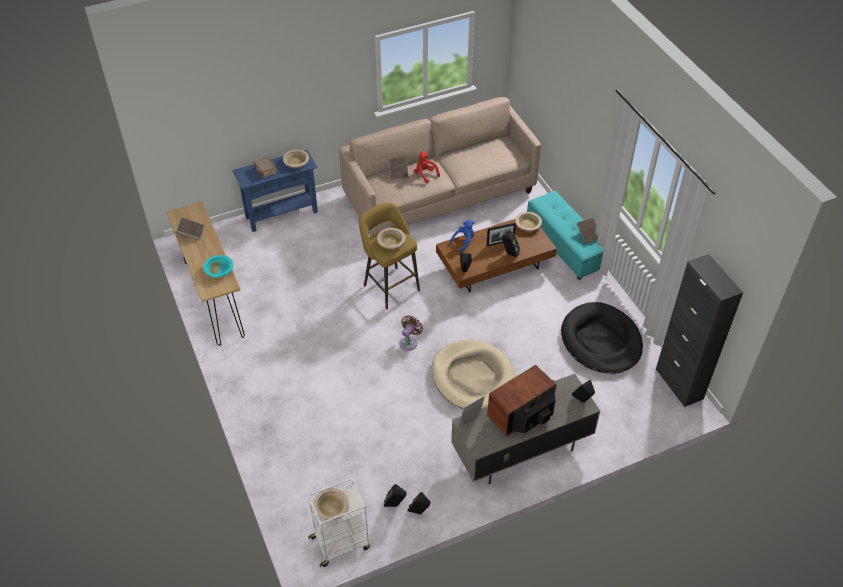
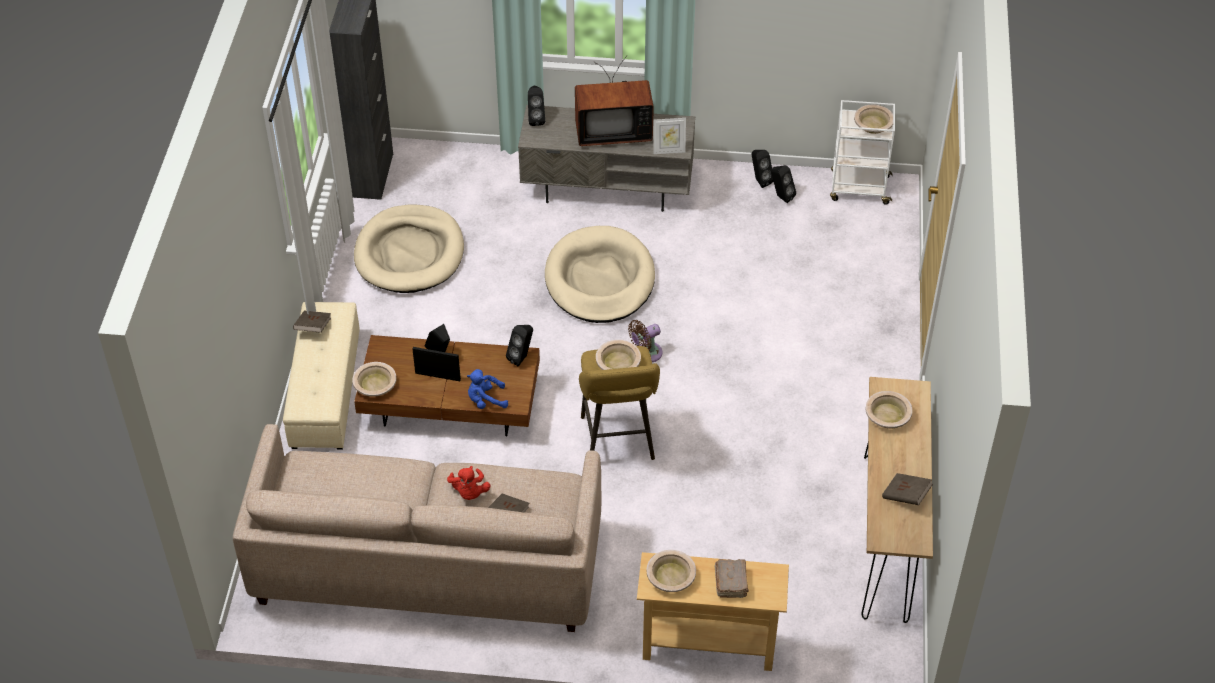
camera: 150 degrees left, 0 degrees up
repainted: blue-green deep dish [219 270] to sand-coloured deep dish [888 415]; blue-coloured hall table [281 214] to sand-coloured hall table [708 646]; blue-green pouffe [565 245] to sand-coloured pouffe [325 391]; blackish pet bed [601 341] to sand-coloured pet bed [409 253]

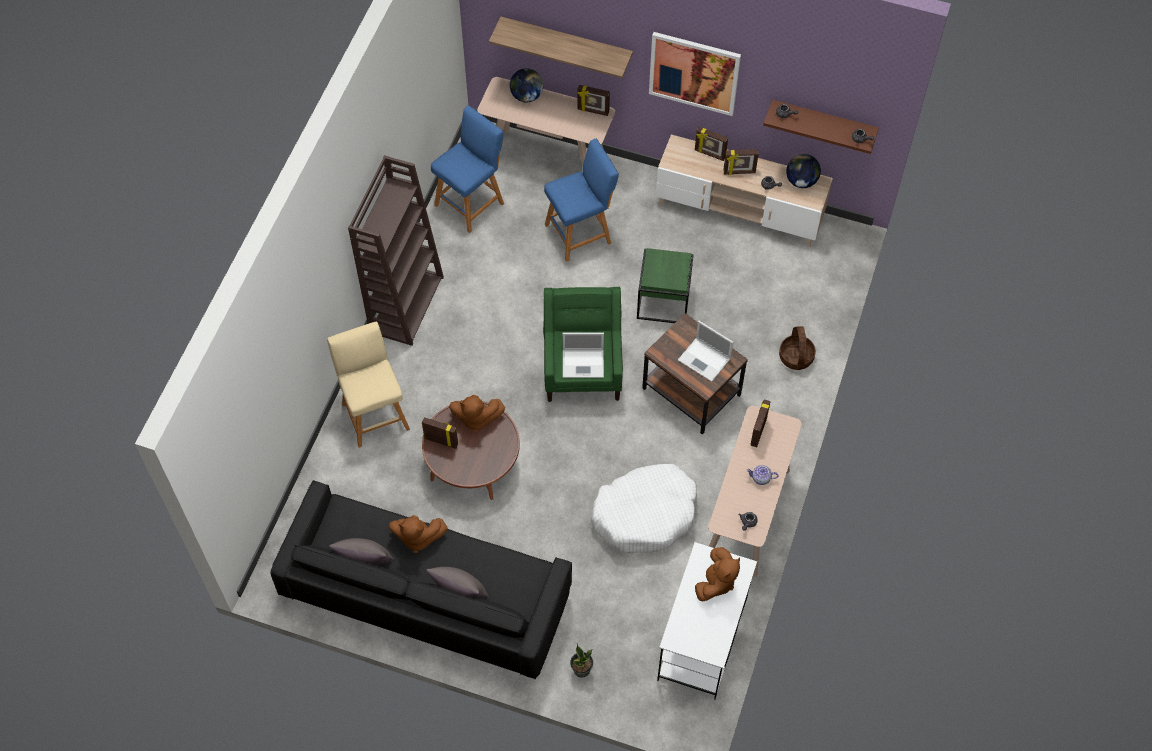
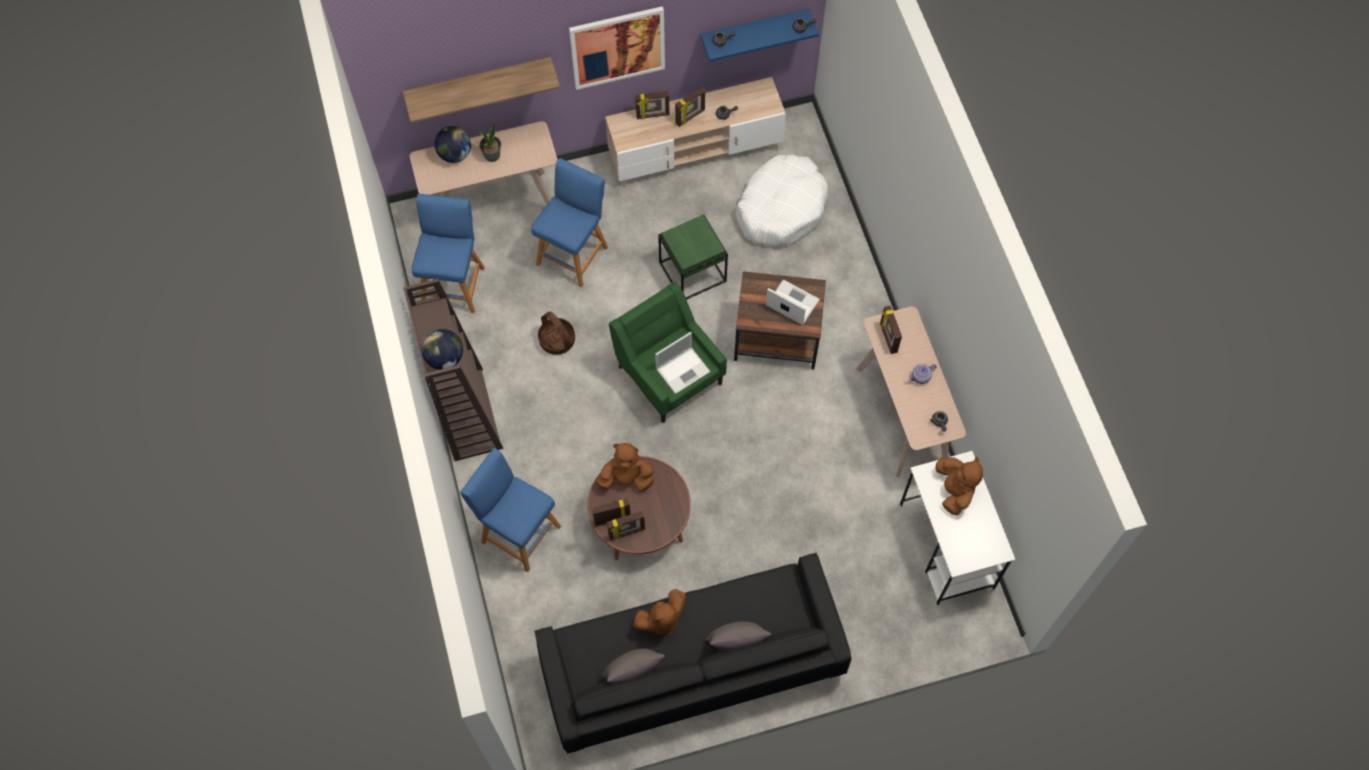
camera: 35 degrees left, 5 degrees up
shifted: potted plant [581 670] to [492 155]; picture frame [593 111] to [627 532]; white-coloured pet bed [645 514] to [781 208]; basket [795 356] to [557 340]; world globe [801 181] to [445 358]
repainted: sand-coloured sitting stool [374 413] to blue-coloured sitting stool [518 532]; brown shelf [823 122] to blue-coloured shelf [754 30]
rotated: brown plush toy [476 418] = [626 479] 150 degrees counterclockwise; portable computer [705 360] = [791 302] 150 degrees counterclockwise

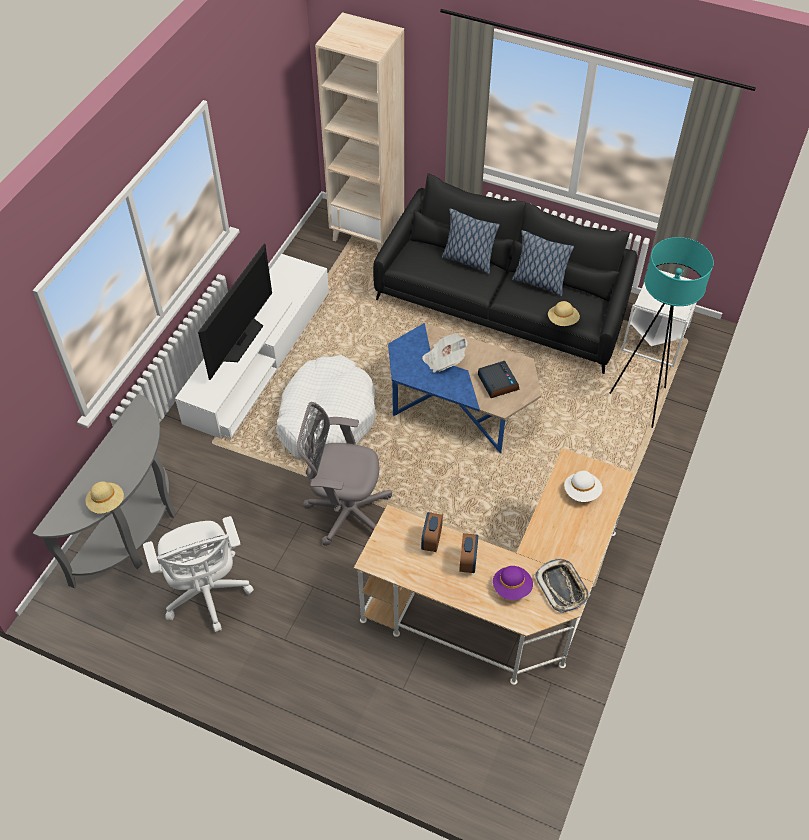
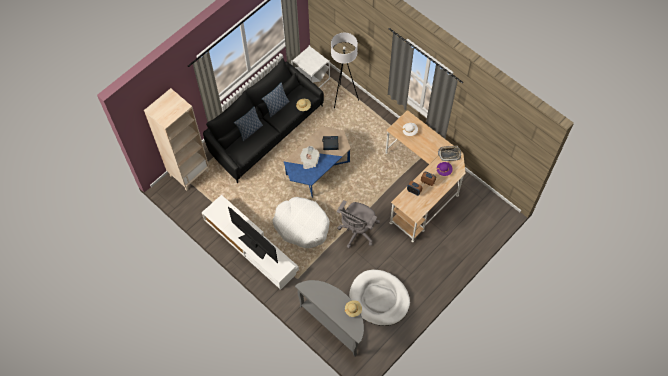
camera: 70 degrees left, 10 degrees up
swapped: white-coloured desk chair [207 594] to white-coloured pet bed [379 299]
repainted: blue-green standing lamp [641 402] to white-coloured standing lamp [343 98]

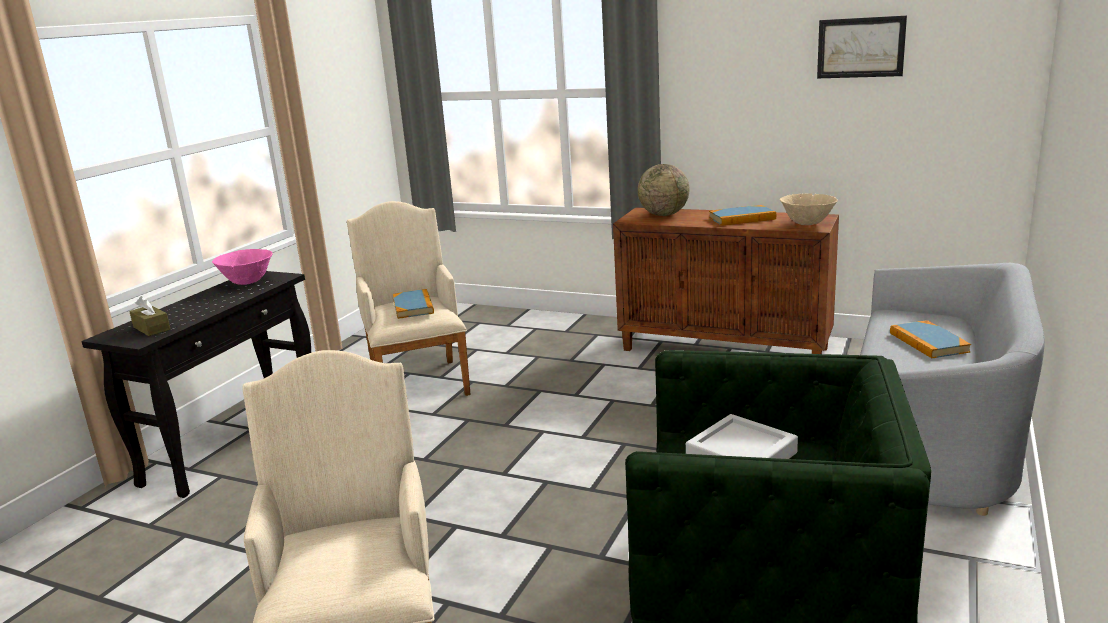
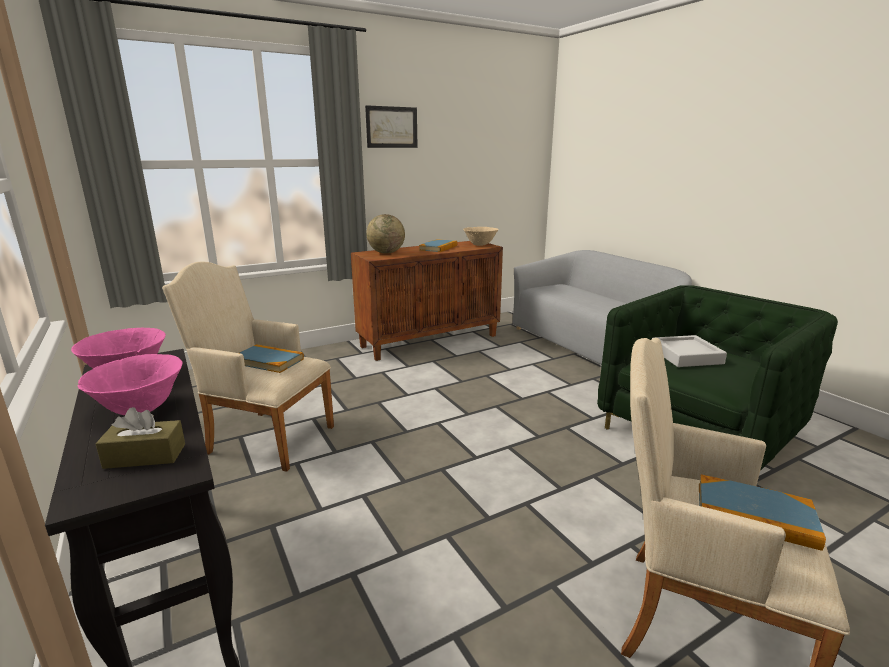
camera: 55 degrees left, 0 degrees up
new: pinkish deep dish [140 410]
shifted: wall art [860 47] to [392 127]; volume [928 342] to [754 515]

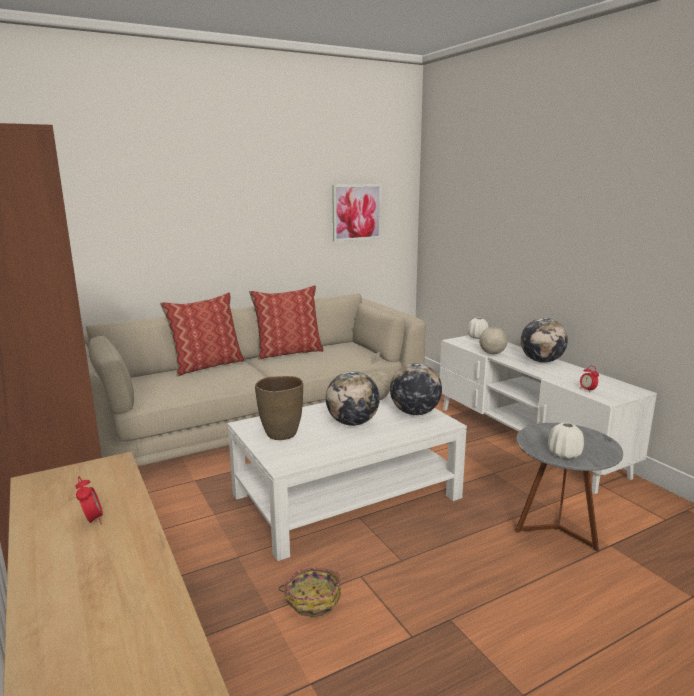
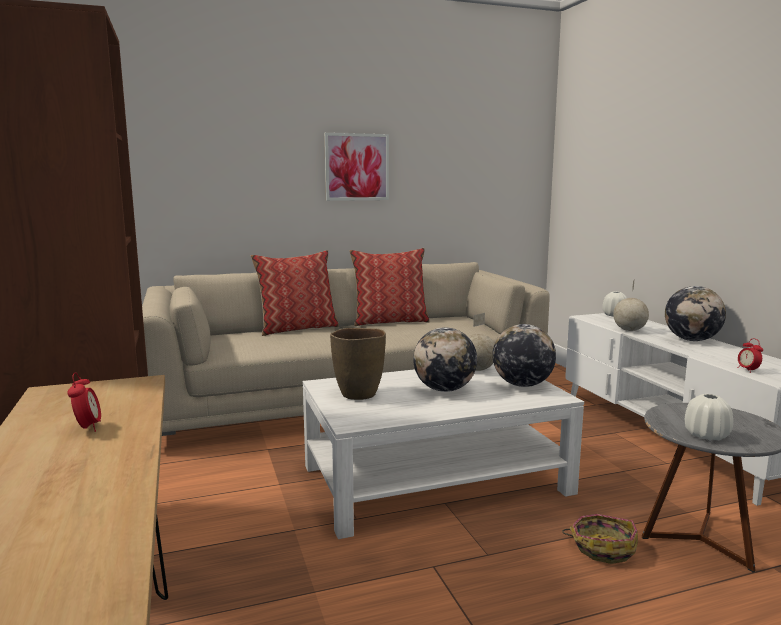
camera: 10 degrees right, 5 degrees down
shifted: basket [312 599] to [602 547]; wall art [356 212] to [356 167]

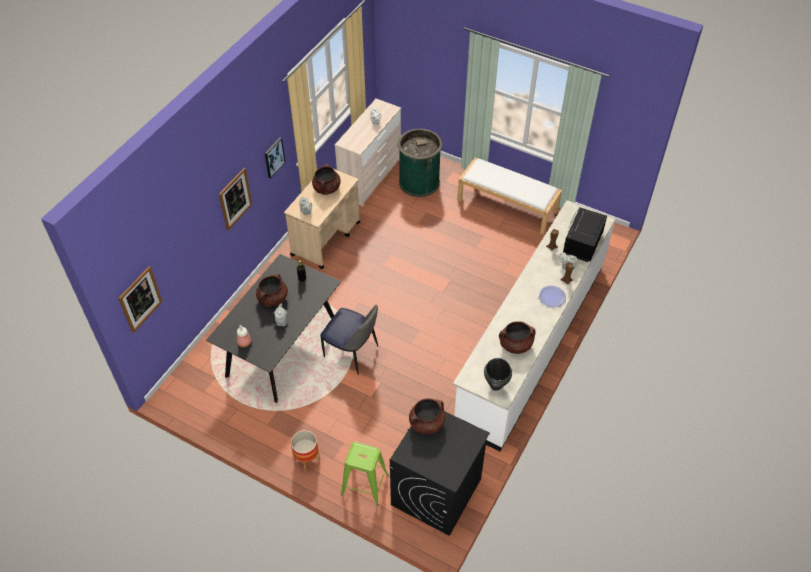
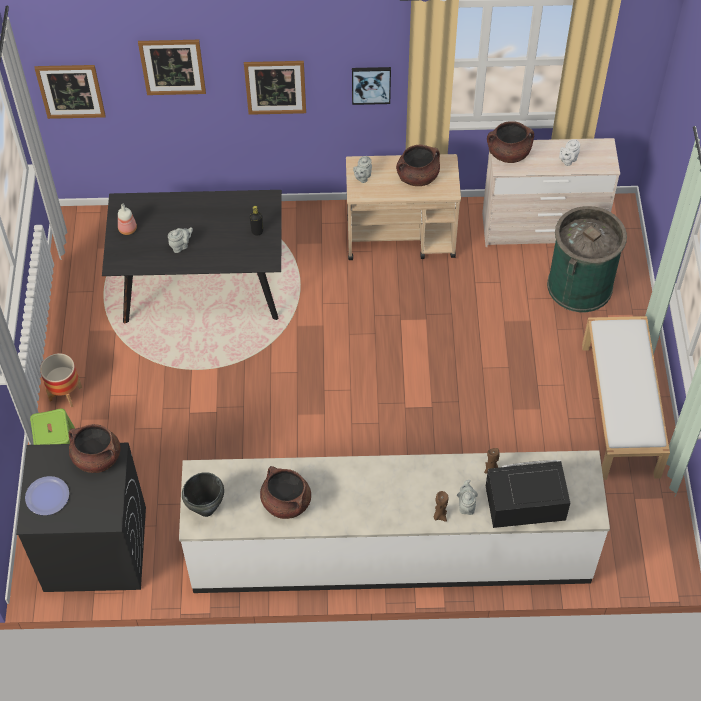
camera: 60 degrees right, 5 degrees up
gone: chair [352 353]
new: wall art [172 66]
shifted: brown cooking pot [273 299] to [508 153]; flat dish [552 297] to [47 496]

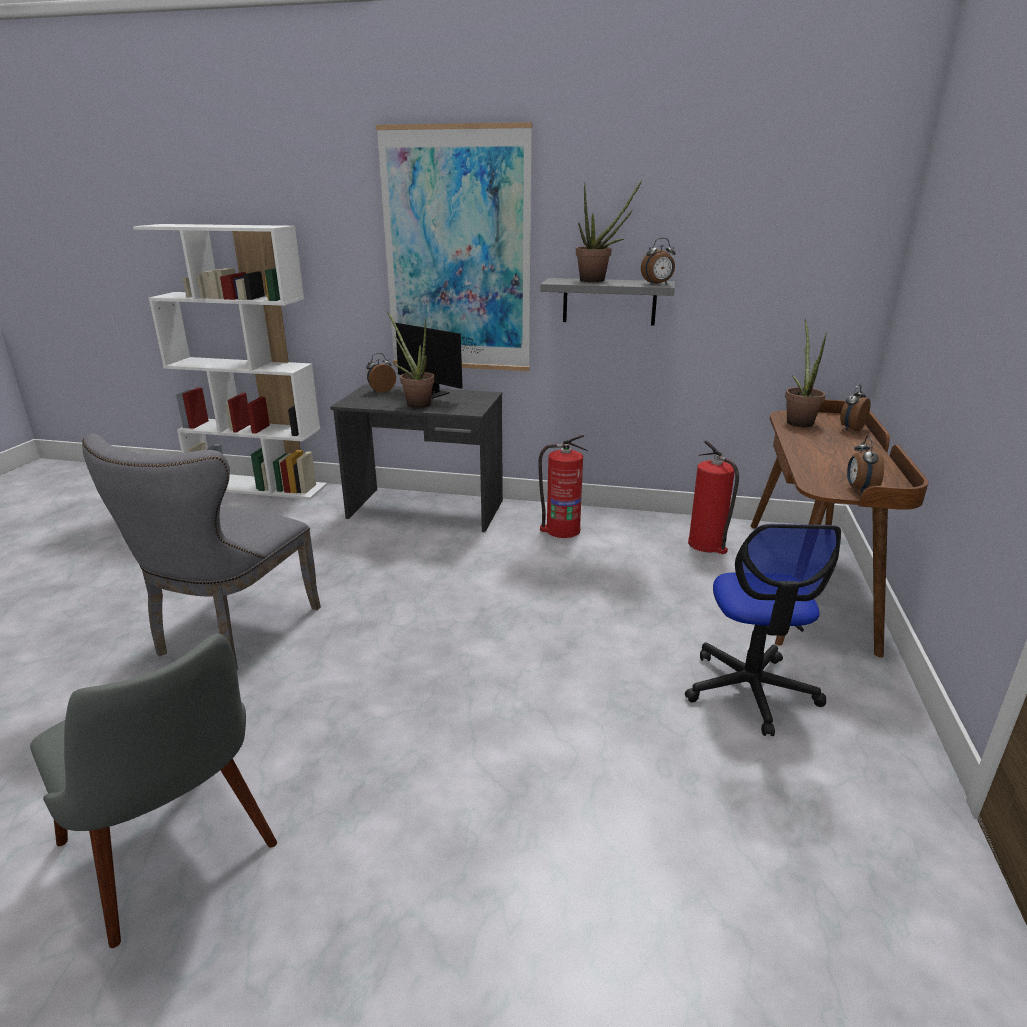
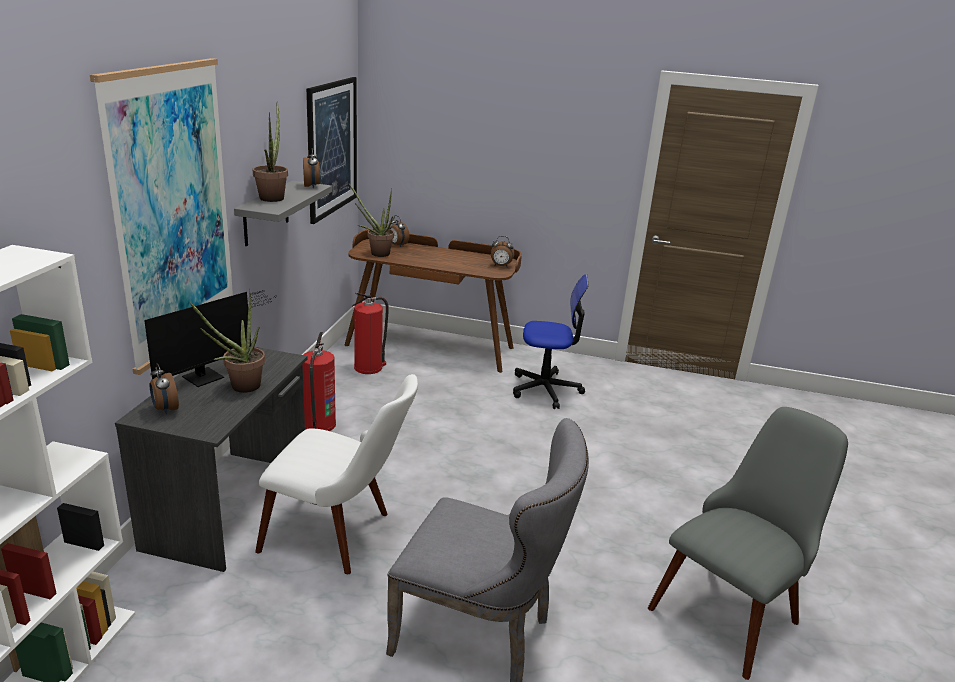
camera: 90 degrees left, 0 degrees up
new: white-coloured chair [341 534]; wall art [332 148]

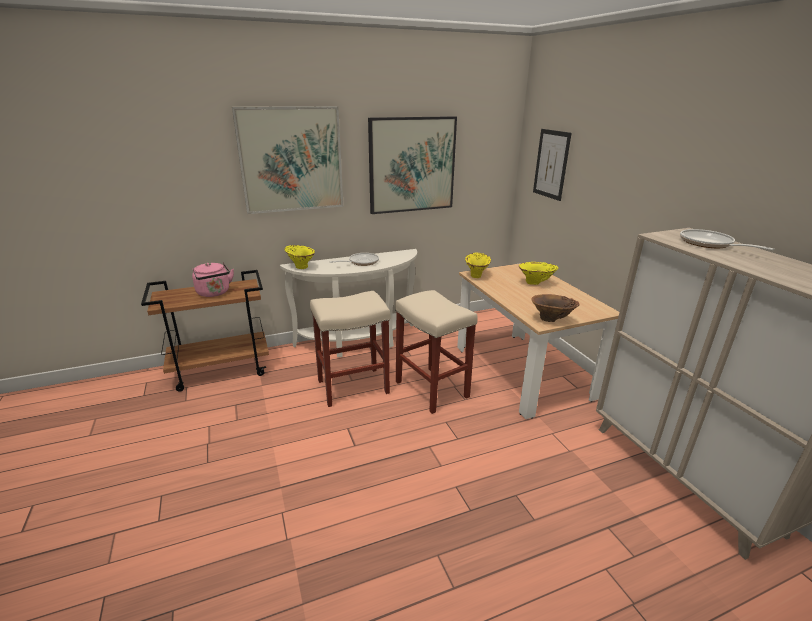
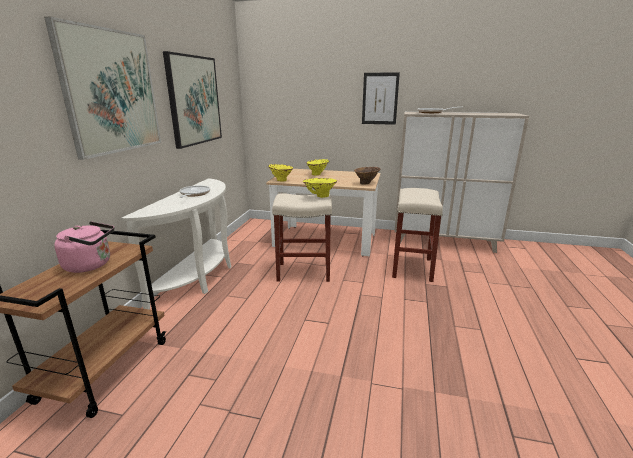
camera: 55 degrees left, 5 degrees down
shifted: yellow vase [300 266] to [319 196]; sand-coloured sitting stool [354 386] to [411 267]; wall art [551 164] to [380 99]

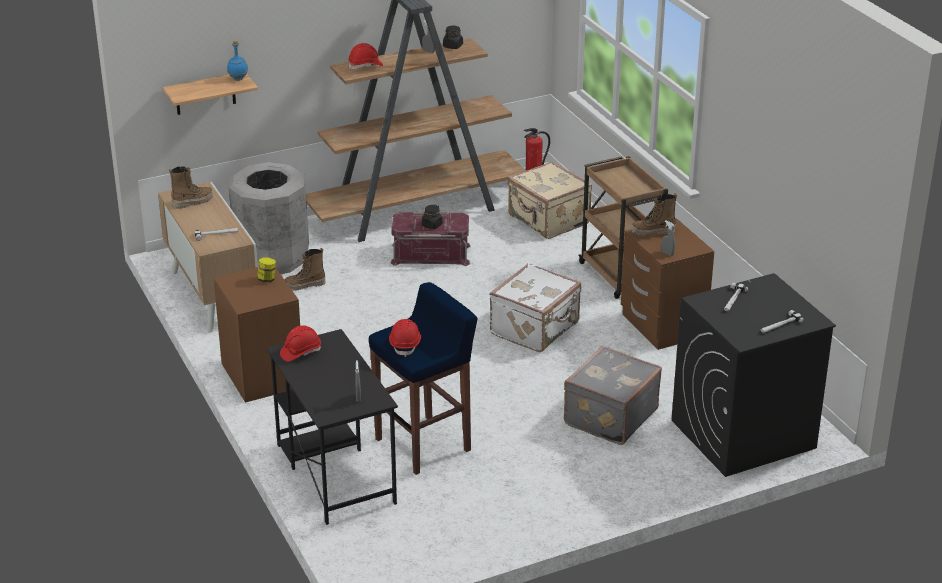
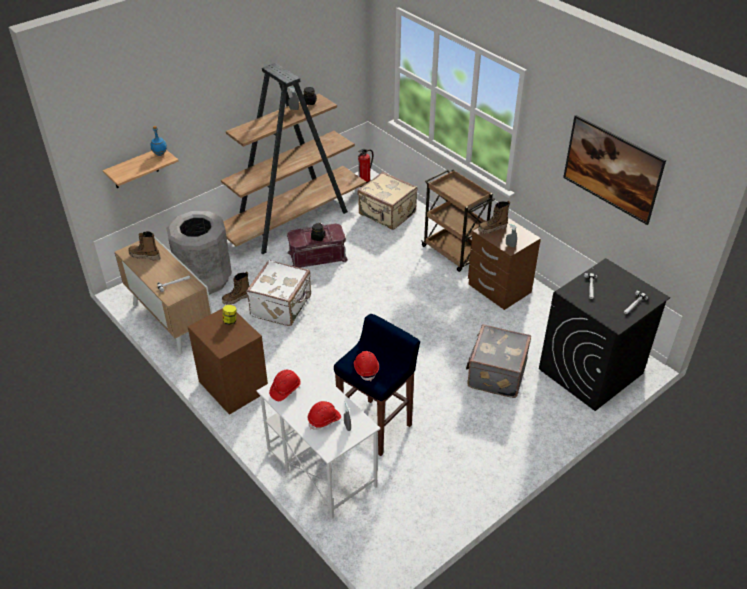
camera: 15 degrees left, 10 degrees up
new: wall art [608 184]
shifted: reddish work helmet [365 65] to [324 420]; white-coloured travel case [536 329] to [282 306]
repainted: blackish desk [335 473] to white-coloured desk [320 467]
rotated: tall boot [192 202] = [145 256] 120 degrees counterclockwise

